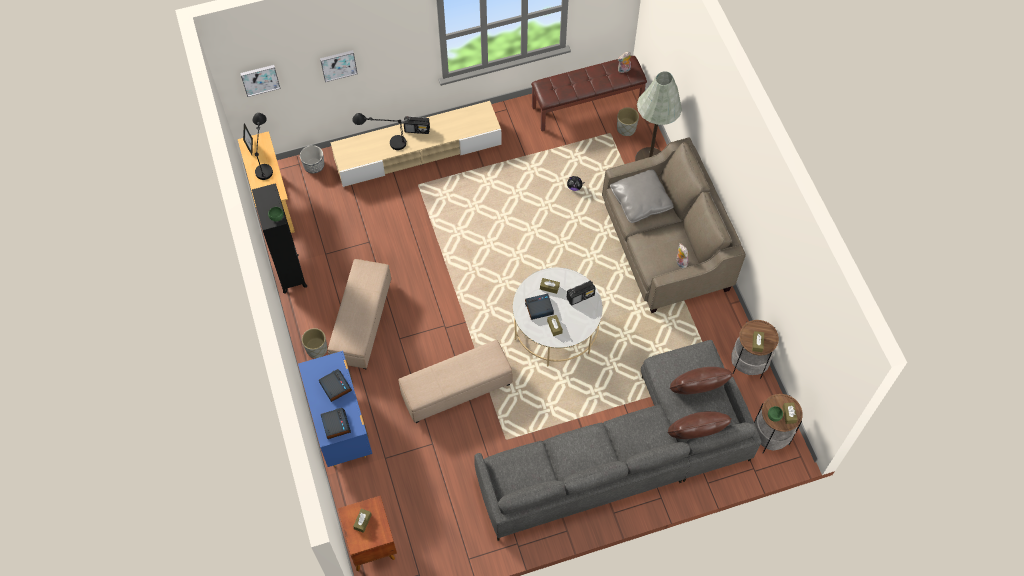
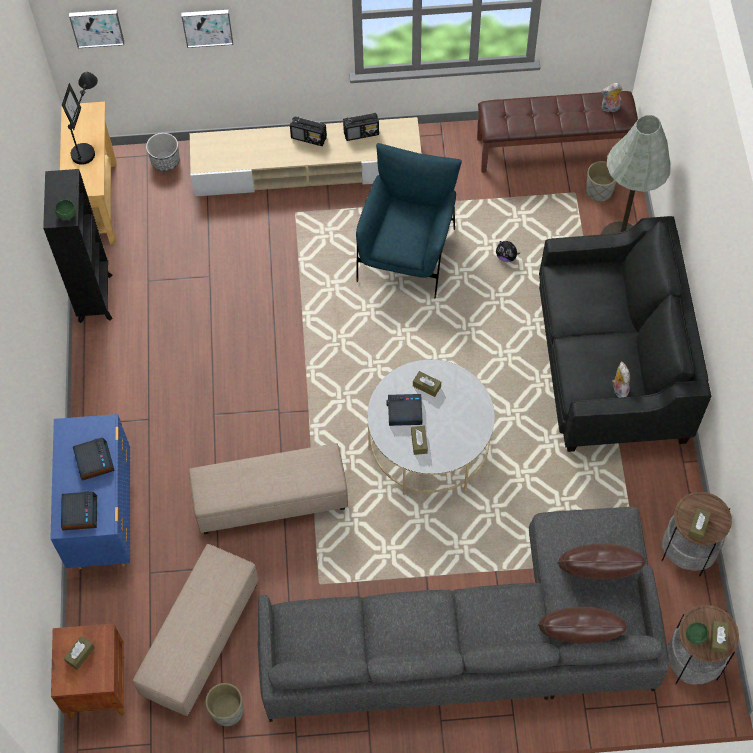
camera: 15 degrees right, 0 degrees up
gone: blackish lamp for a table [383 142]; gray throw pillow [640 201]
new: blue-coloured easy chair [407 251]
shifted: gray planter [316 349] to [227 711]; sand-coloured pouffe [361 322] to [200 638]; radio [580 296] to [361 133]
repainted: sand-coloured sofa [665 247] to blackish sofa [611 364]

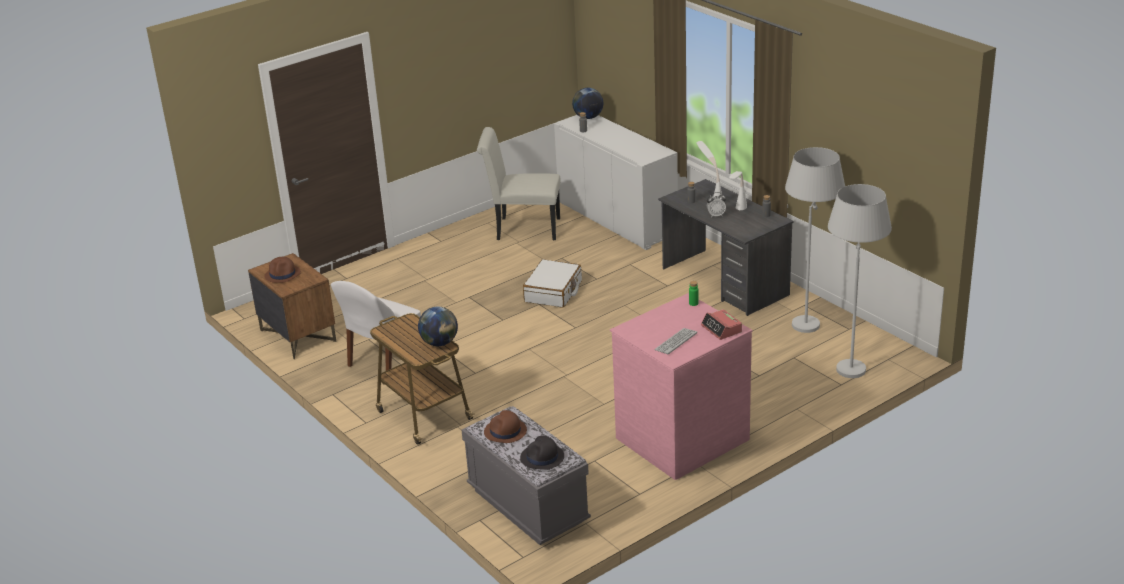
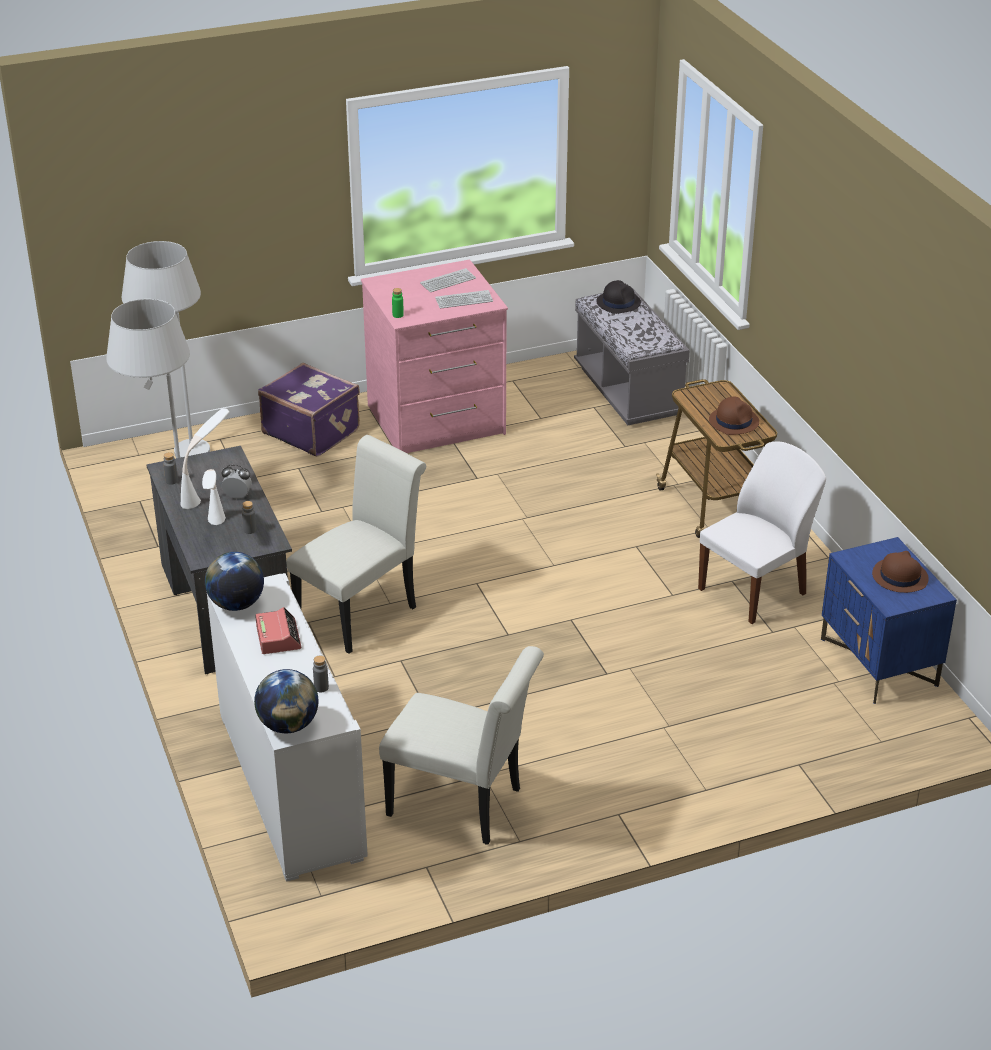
camera: 165 degrees left, 5 degrees up
gone: white-coloured travel case [553 292]
new: purplish travel case [311 431]; white-coloured chair [362 610]; keyboard [464 300]
shifted: world globe [439 343] to [236 604]; brown hat [505 432] to [733 421]; alarm clock [721 329] to [278 637]
repainted: brown nightstand [297 336] to blue-coloured nightstand [879 663]

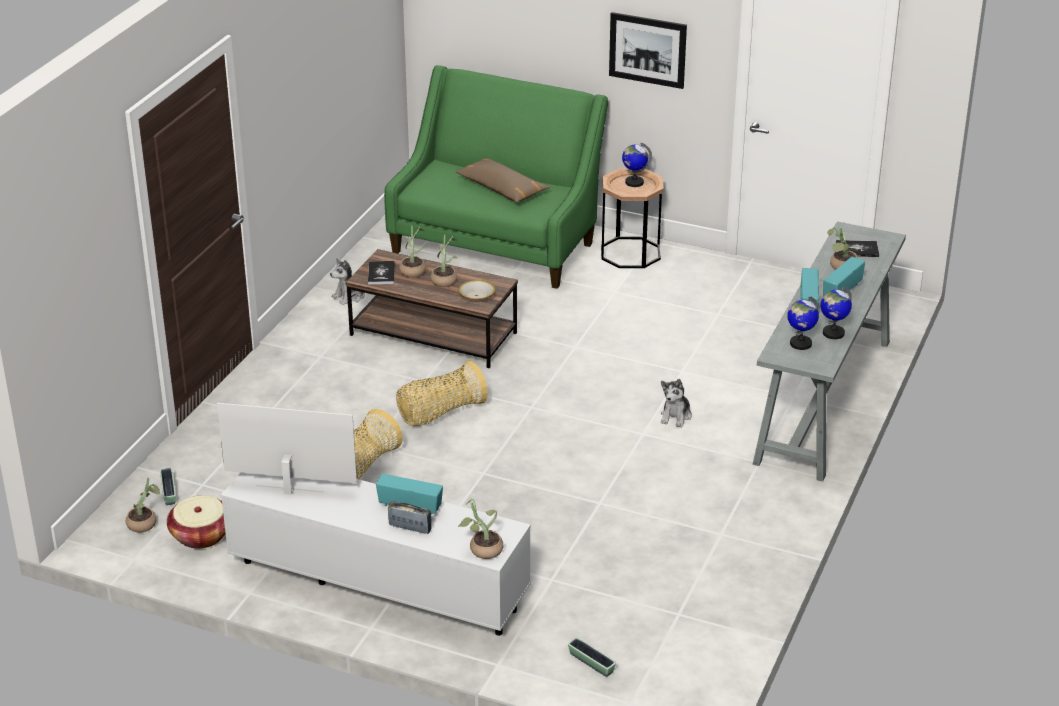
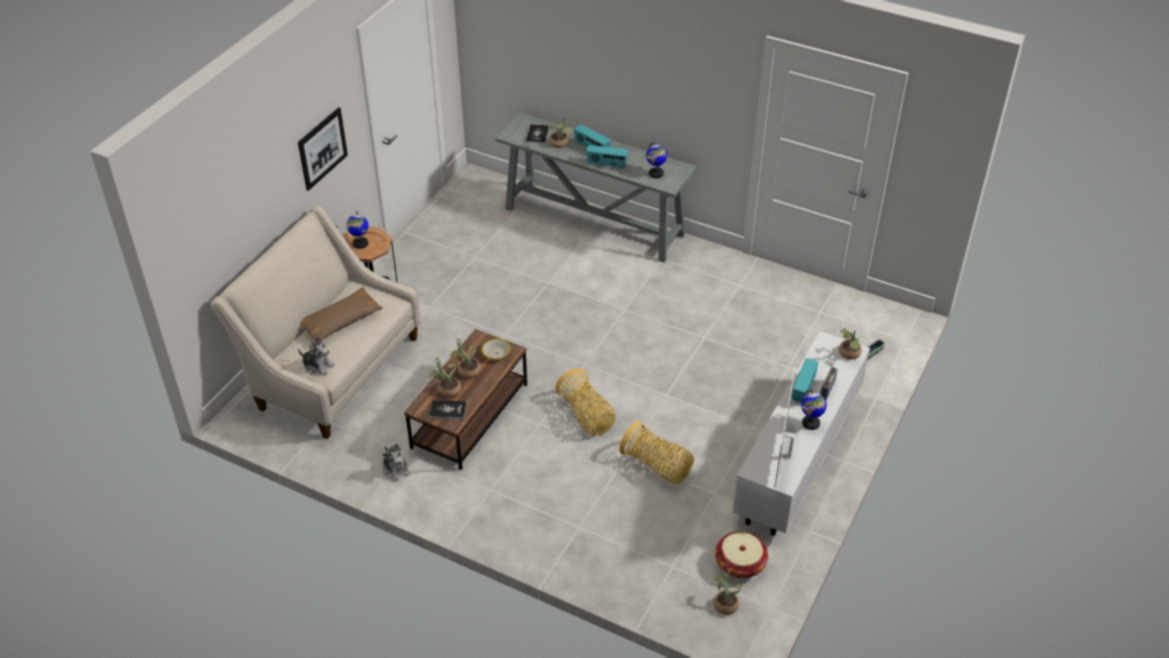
camera: 85 degrees left, 10 degrees up
gone: planter [169 491]
shifted: plush toy [676 416] to [318 366]; world globe [833 333] to [810 423]
repainted: greenish sofa [497 243] to sand-coloured sofa [332 370]

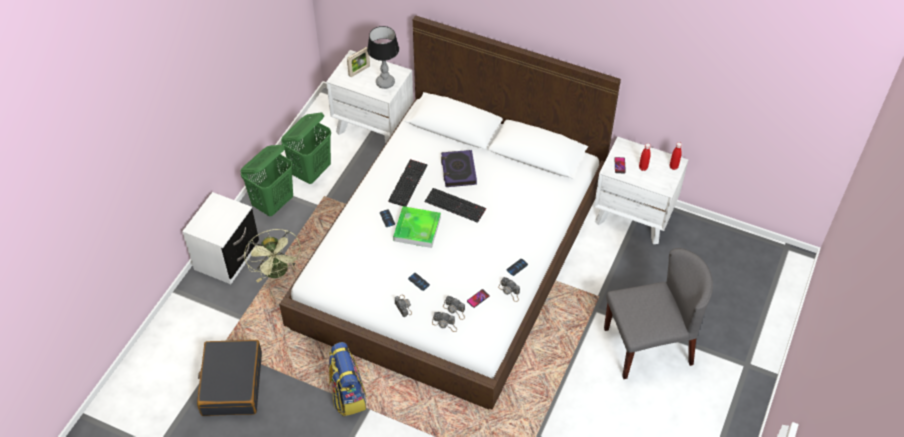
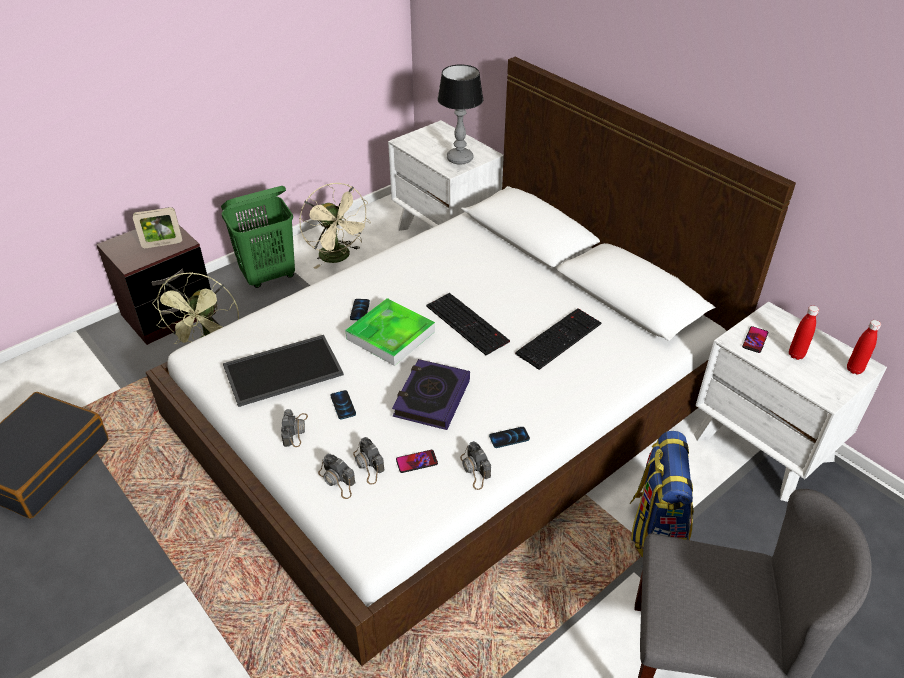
camera: 25 degrees right, 10 degrees down
new: carrying tray [282 372]
shifted: backpack [347 395] to [655 528]; picture frame [359 71] to [162 244]; keyboard [407 182] to [558 337]; volume [458 171] to [431 398]
swapped: greenish hamper [312 172] to sand-coloured electric fan [339 257]
repainted: white-coloured nightstand [227 257] to brown nightstand [168 314]

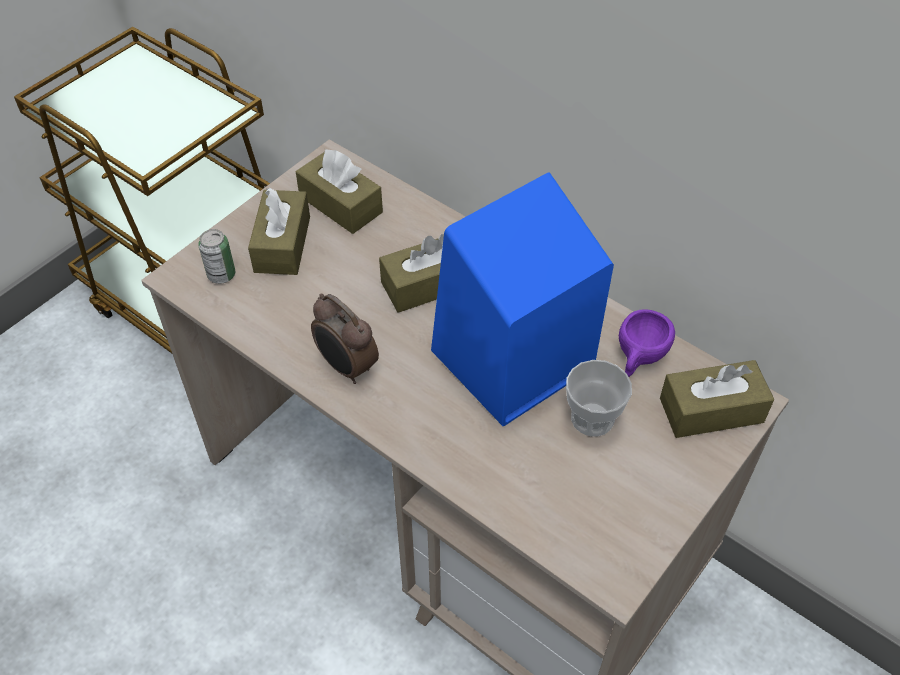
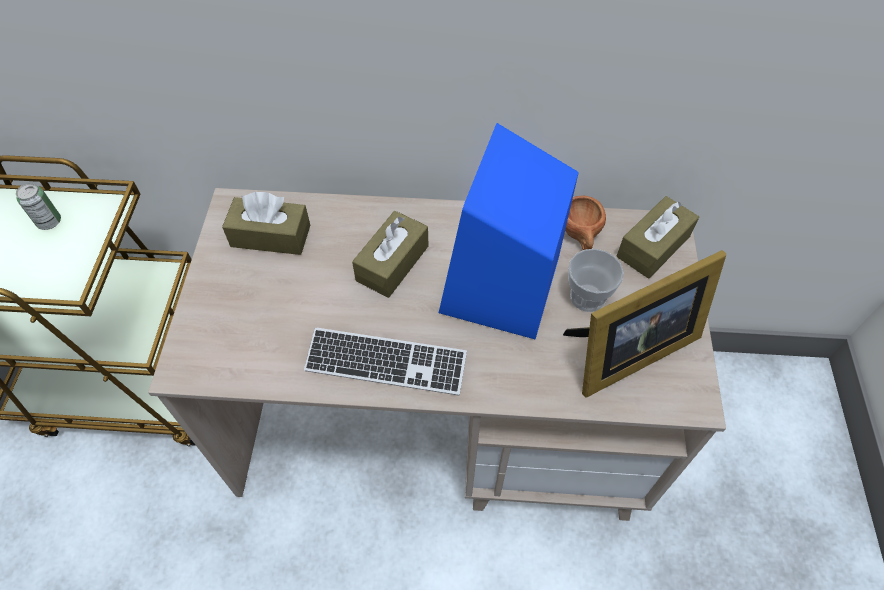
camera: 35 degrees left, 5 degrees up
gone: brown box of tissues [282 244]
new: picture frame [627 352]
shifted: metal can [221 275] to [49 222]
swapped: alarm clock [346 367] to keyboard [386 363]
repainted: purplish drinking cup [639 358] to brown drinking cup [580 236]

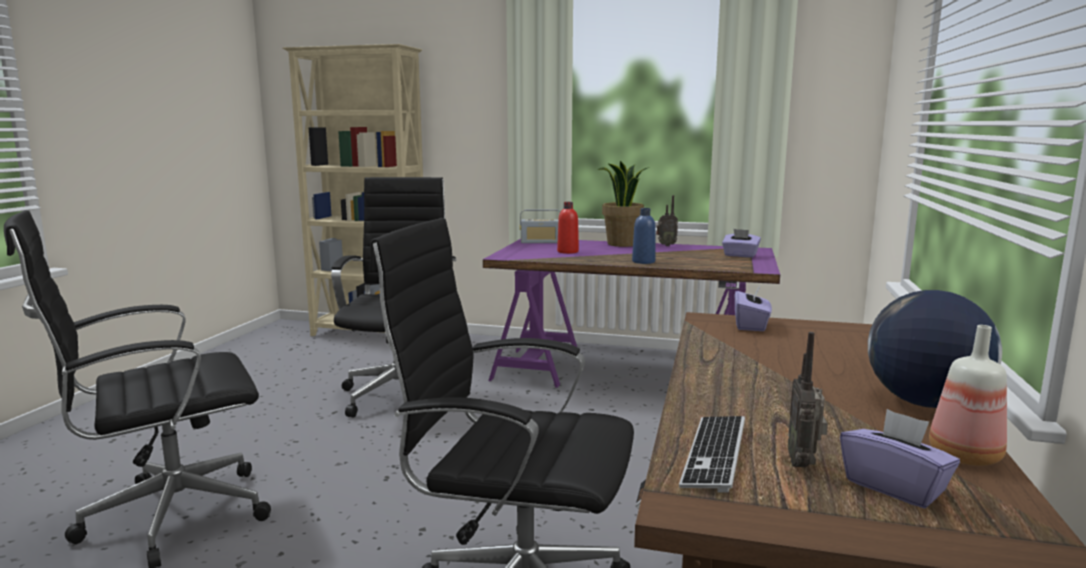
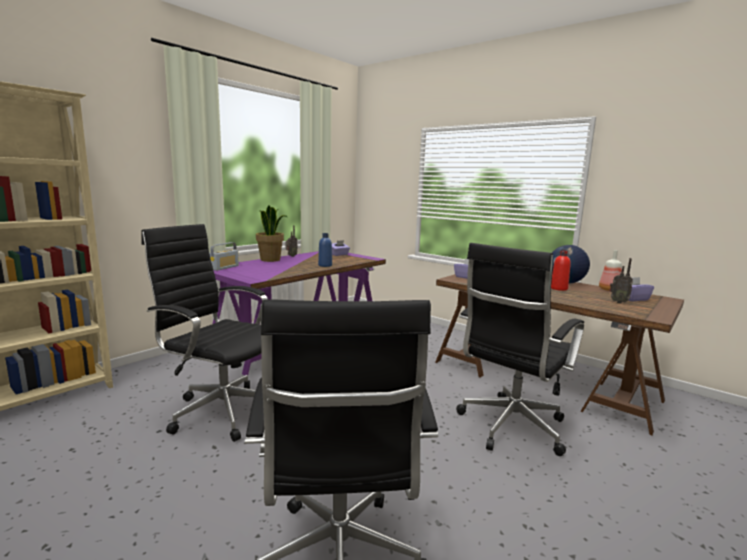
camera: 65 degrees left, 0 degrees up
gone: keyboard [714 454]
shifted: reddish drink bottle [568 251] to [558 288]

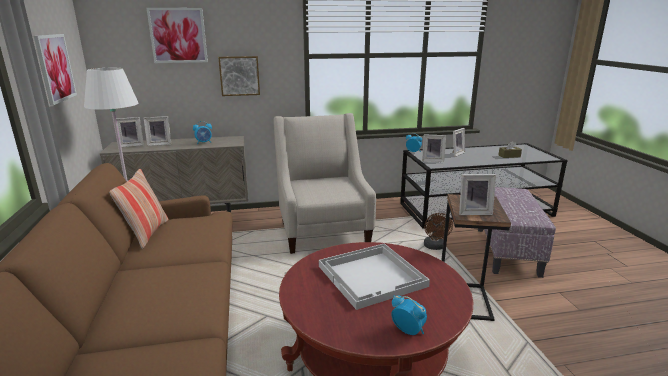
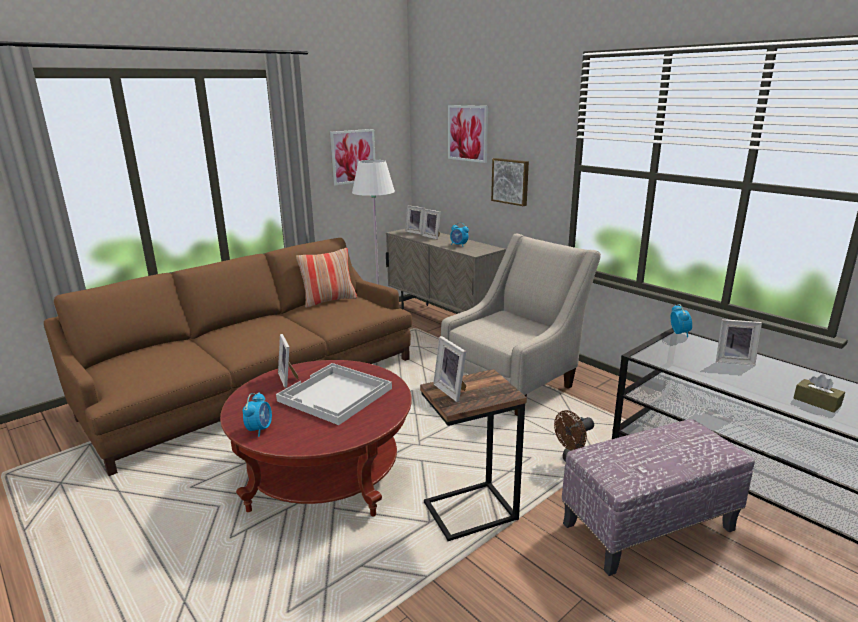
camera: 60 degrees right, 0 degrees up
shifted: picture frame [432 160] to [289 379]

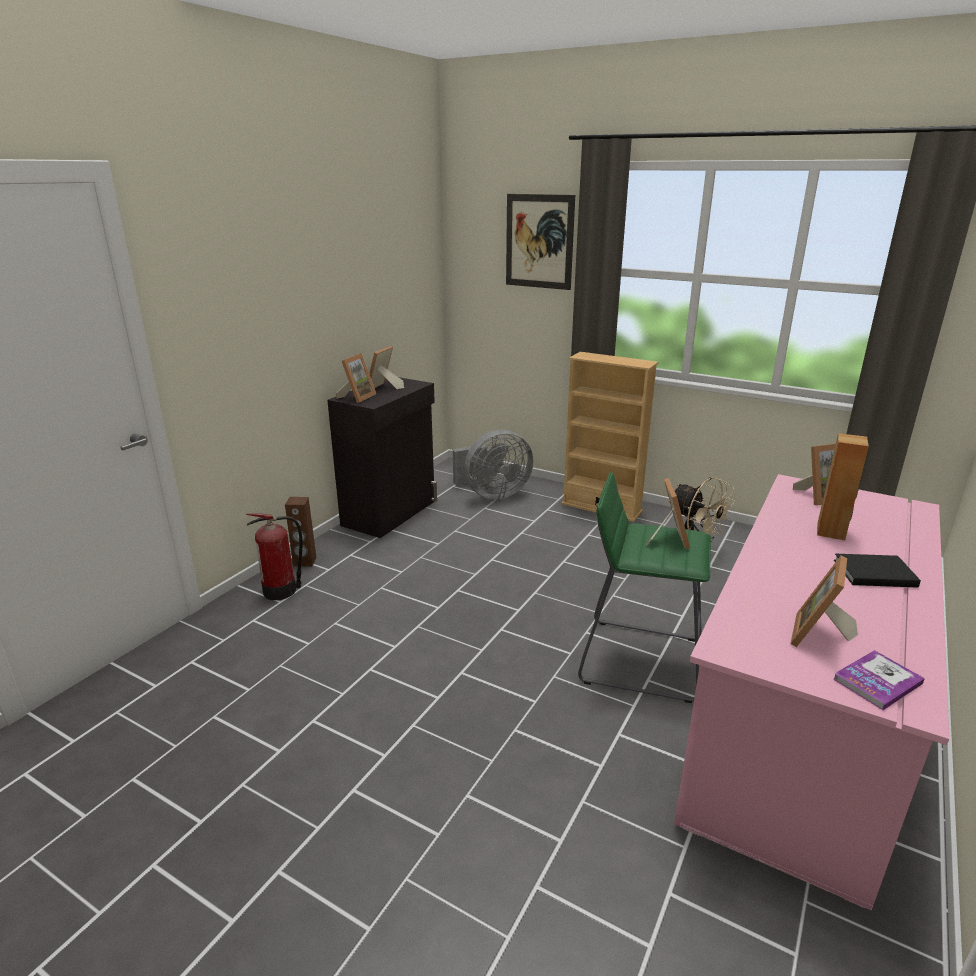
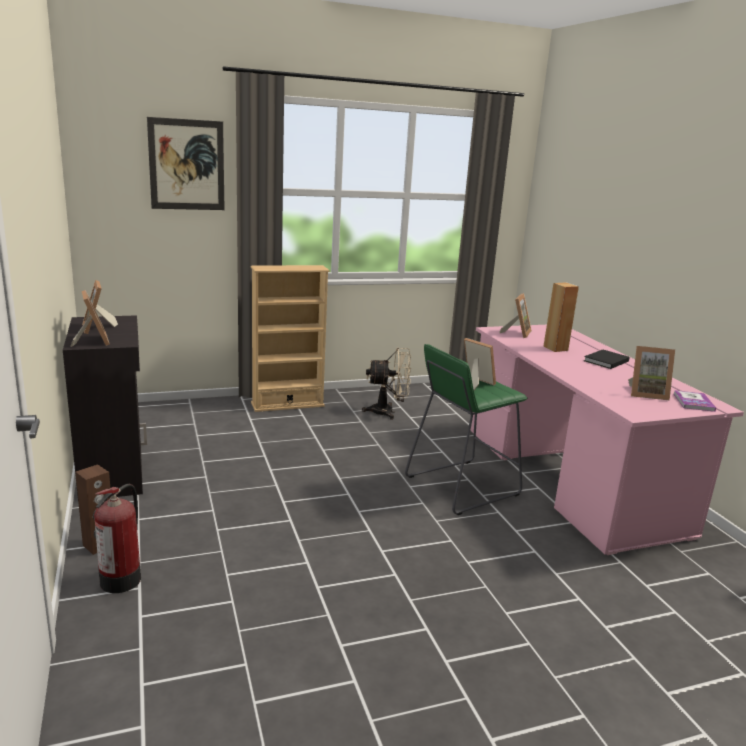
camera: 50 degrees left, 5 degrees down
gone: gray electric fan [492 494]
rotated: picture frame [819 636] = [646 394] 60 degrees counterclockwise

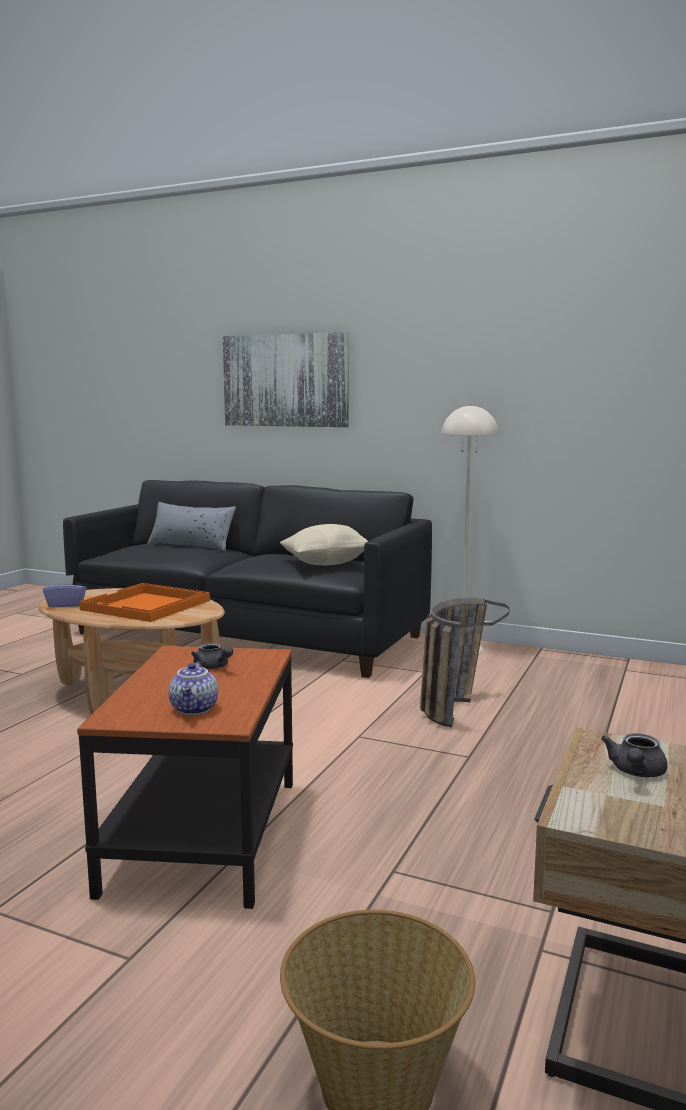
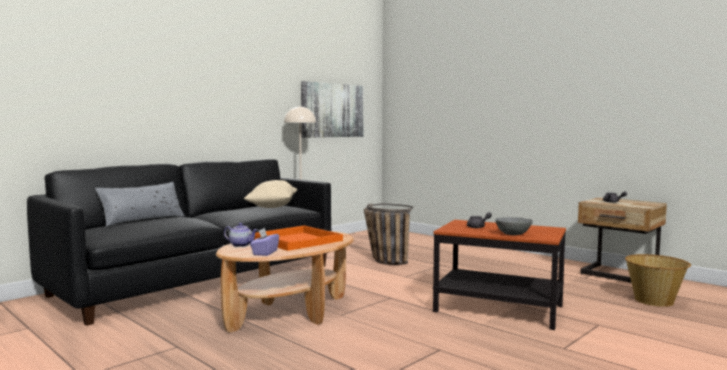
camera: 70 degrees left, 5 degrees down
new: gray deep dish [513 234]
shifted: teapot [195 709] to [241 245]; wall art [285 380] to [332 110]

